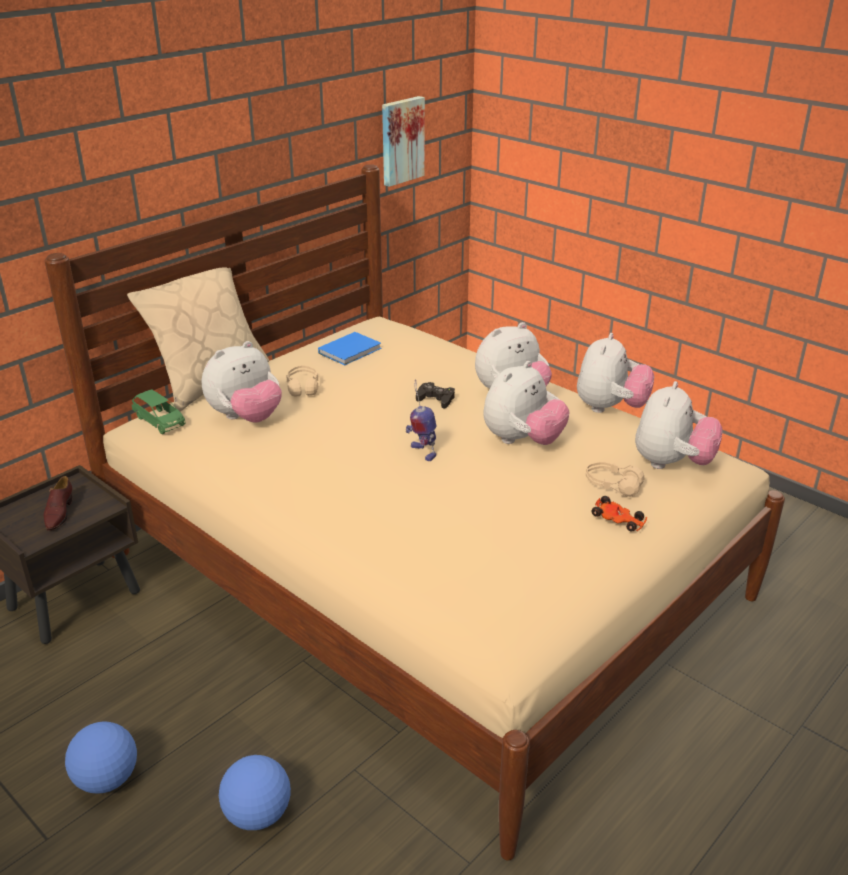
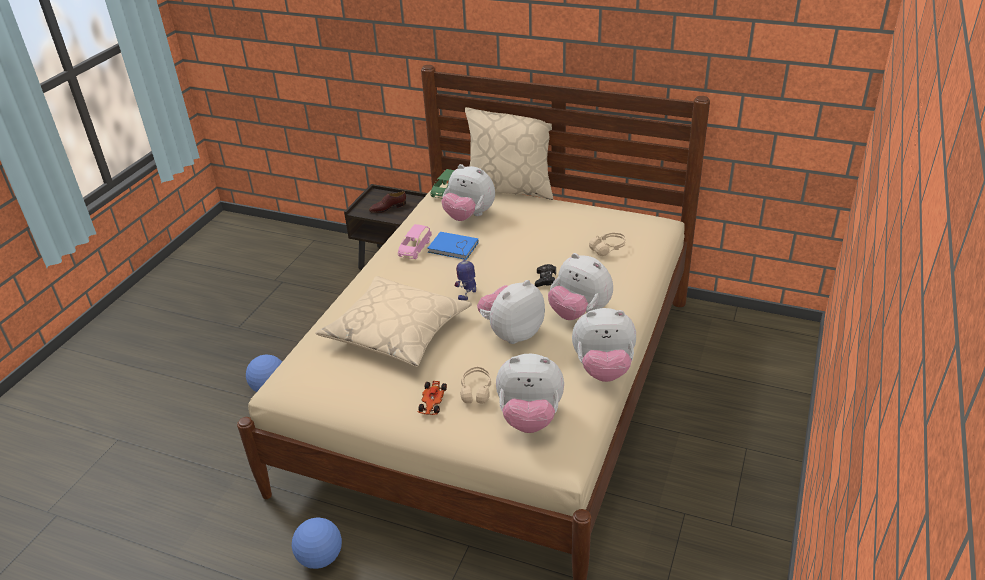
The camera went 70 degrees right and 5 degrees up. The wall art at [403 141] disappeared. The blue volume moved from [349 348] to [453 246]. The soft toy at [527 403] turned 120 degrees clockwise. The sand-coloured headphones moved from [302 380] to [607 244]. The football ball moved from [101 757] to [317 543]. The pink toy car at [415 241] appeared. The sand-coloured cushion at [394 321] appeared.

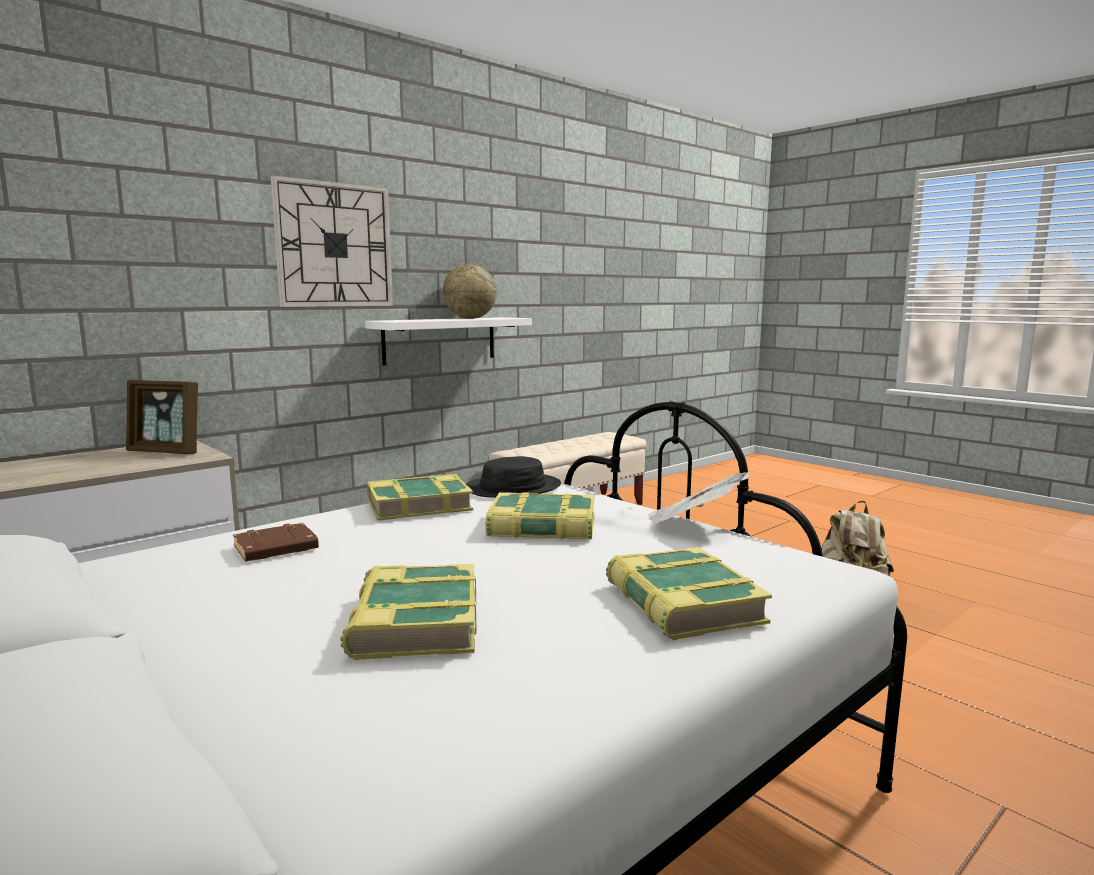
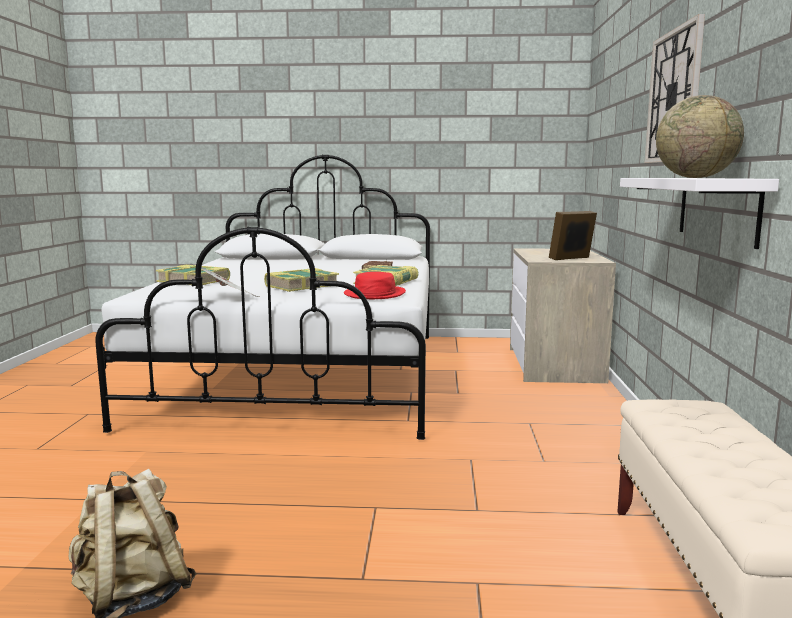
The camera went 135 degrees right and 0 degrees up. The black-coloured wearable hat at [513 477] became the red wearable hat at [375 285]. The volume at [408 612] disappeared.

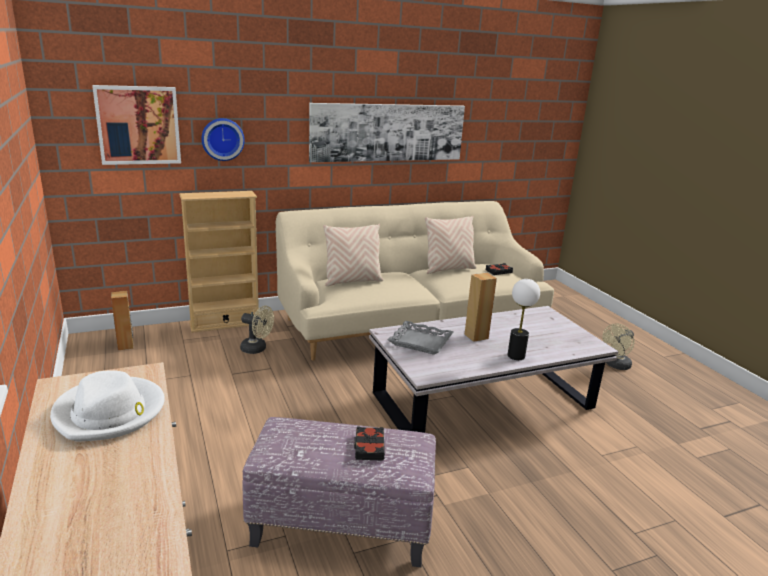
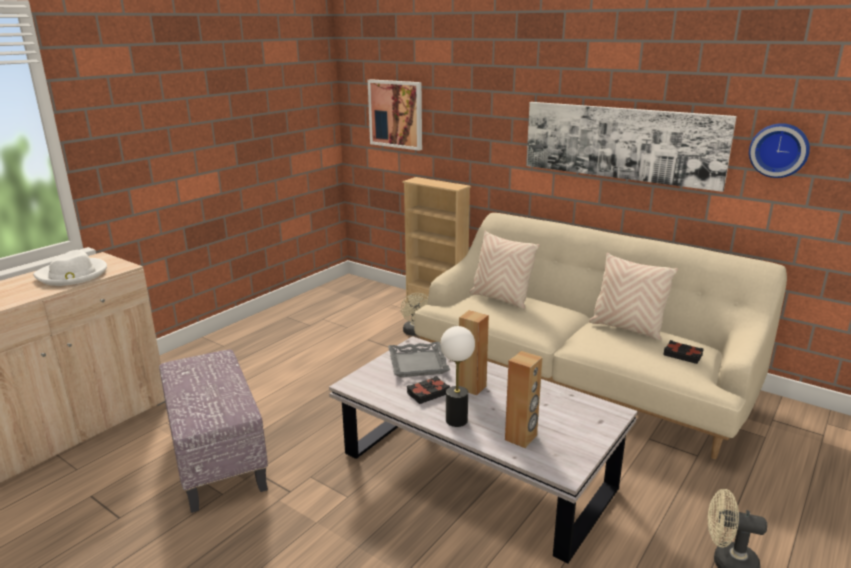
The camera went 60 degrees right and 0 degrees up. The hanging clock moved from [223 139] to [779 150]. The brown-coloured audio speaker moved from [122 320] to [524 399]. The black-coloured volume moved from [369 444] to [428 390].

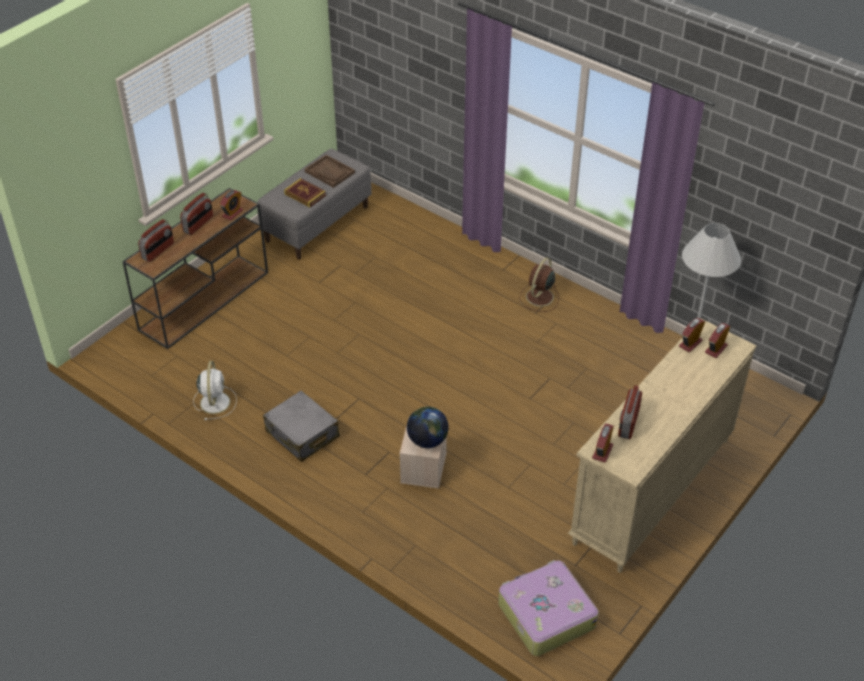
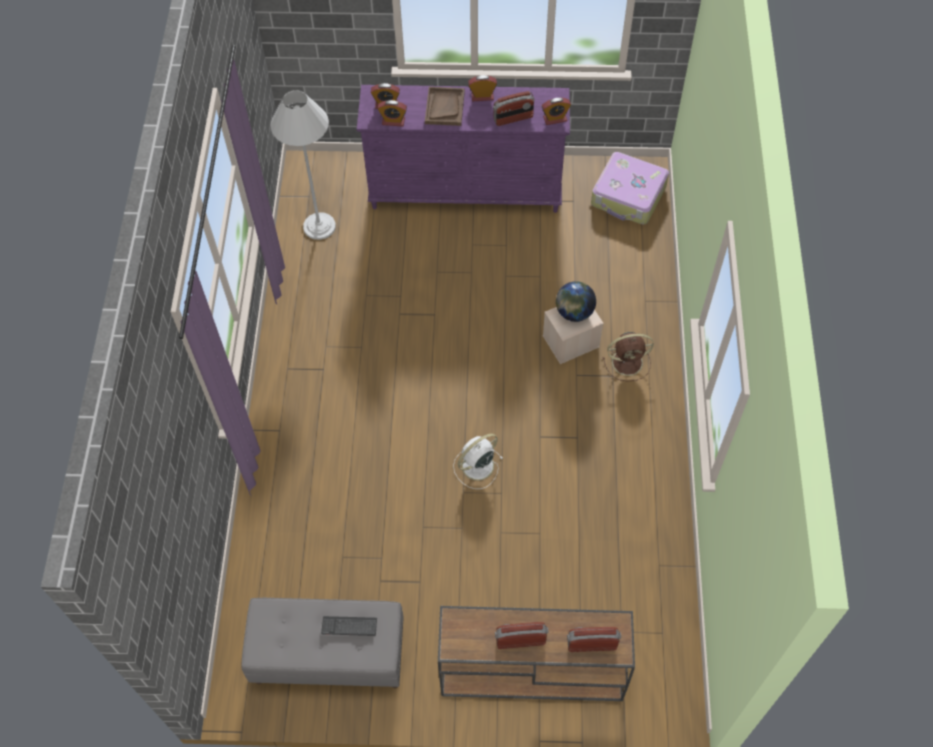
The camera went 125 degrees left and 15 degrees up. The brown-coloured serving tray moved from [330 171] to [445 106]. The volume at [305 192] was replaced by the keyboard at [349 626]. The bedside clock moved from [231 205] to [482 88]. The brown-coloured cooling fan moved from [539 284] to [628 357]. The sand-coloured chest of drawers at [662 445] became the purple-coloured chest of drawers at [463 149]. The white cooling fan moved from [215 390] to [478 461]. The grey piece of luggage at [301 426] disappeared.

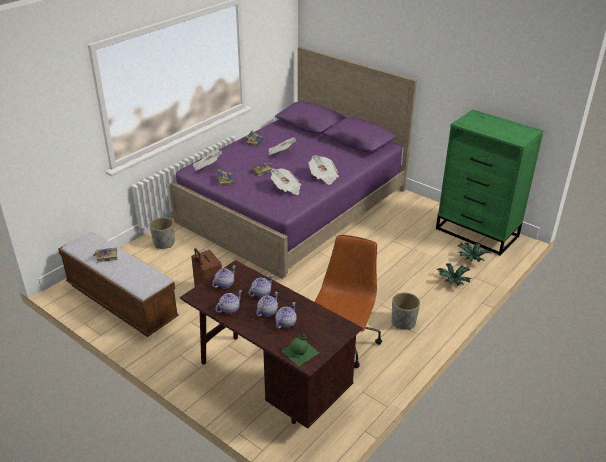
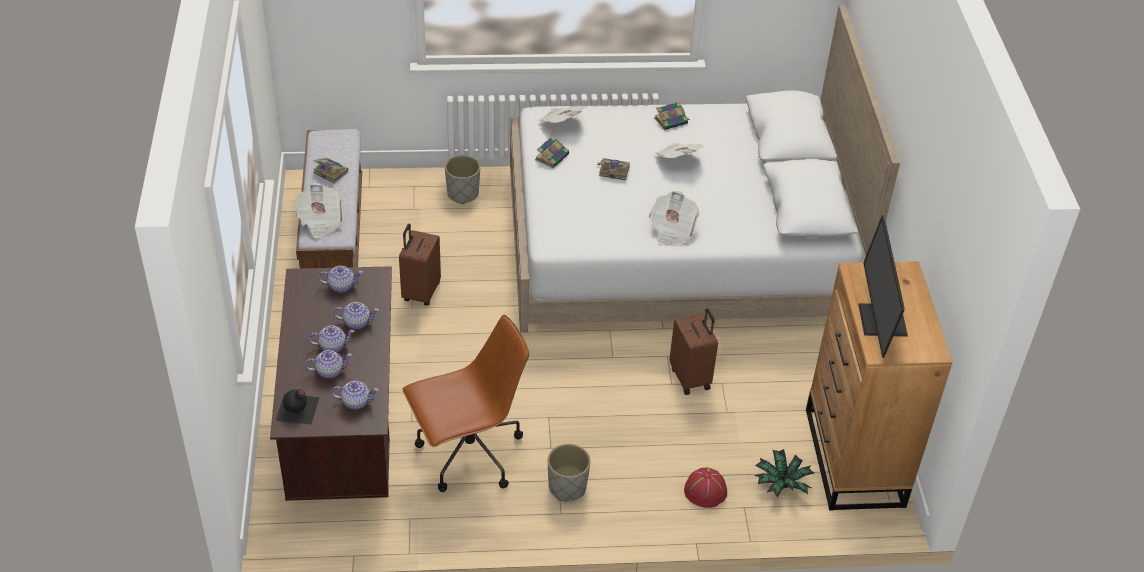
The camera went 45 degrees right and 10 degrees up. The purple-coloured sleeping bed at [293 163] became the white sleeping bed at [705 168]. The greenish chest of drawers at [489 182] became the brown-coloured chest of drawers at [879 385]. The daily paper moved from [286 181] to [319 211]. The potted plant at [454 274] was replaced by the red wearable hat at [705 488]. The tea pot moved from [228 302] to [355 395]. The greenish beverage bottle at [300 349] became the black-coloured beverage bottle at [298 407]. The computer screen at [883 286] appeared. The brown-coloured piece of luggage at [693 351] appeared.

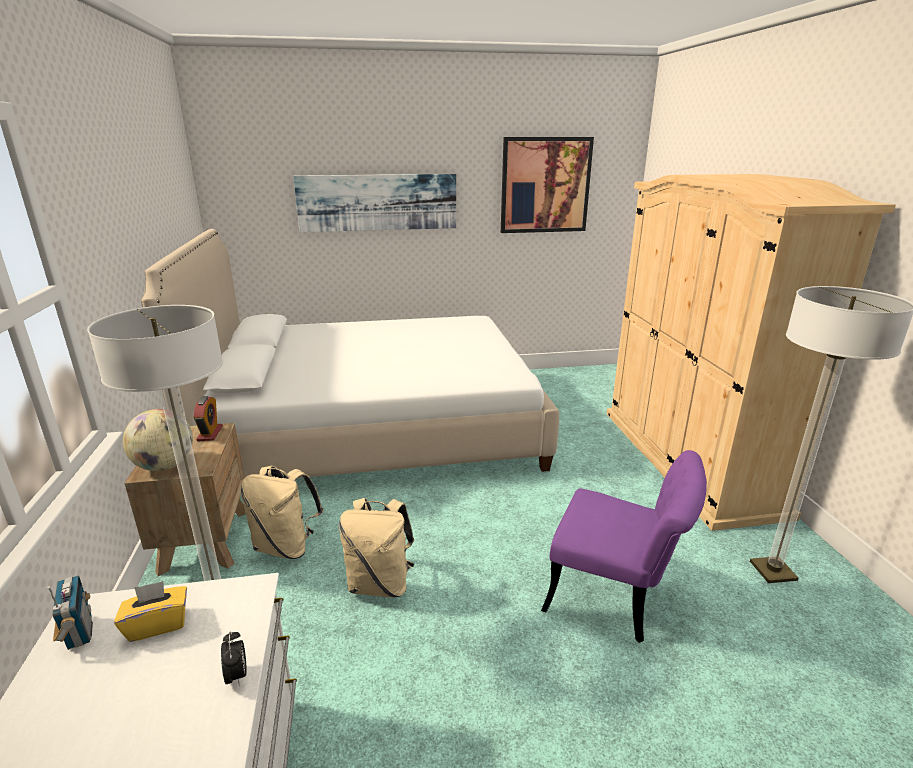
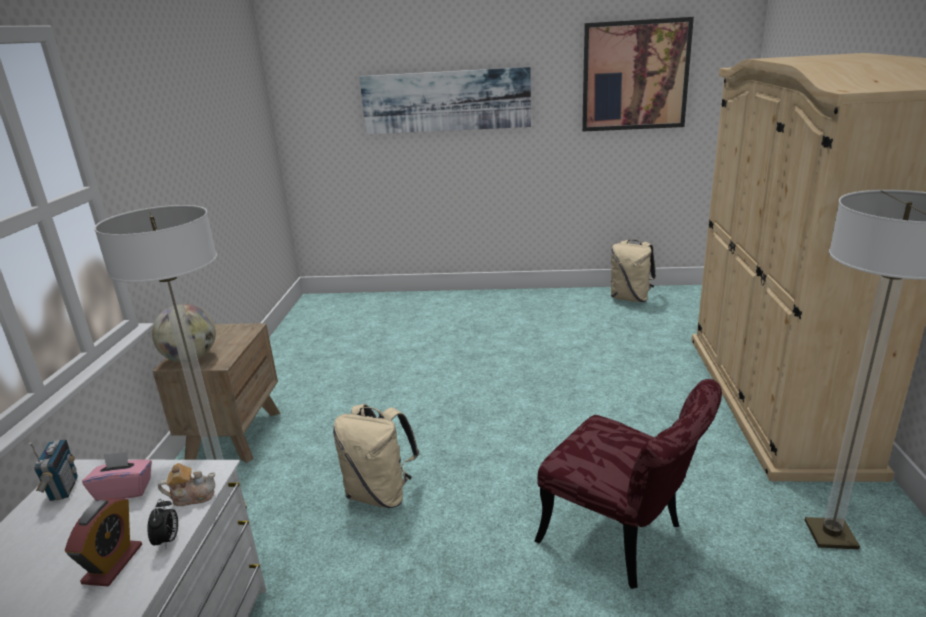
The camera went 15 degrees right and 0 degrees up. The sleeping bed at [350 353] disappeared. The bedside clock moved from [208 418] to [103 542]. The purple-coloured chair at [624 546] became the red chair at [628 484]. The sand-coloured knapsack moved from [282 512] to [633 271]. The yellow-coloured tissue holder at [150 611] became the pink tissue holder at [117 476]. The tea pot at [187 484] appeared.

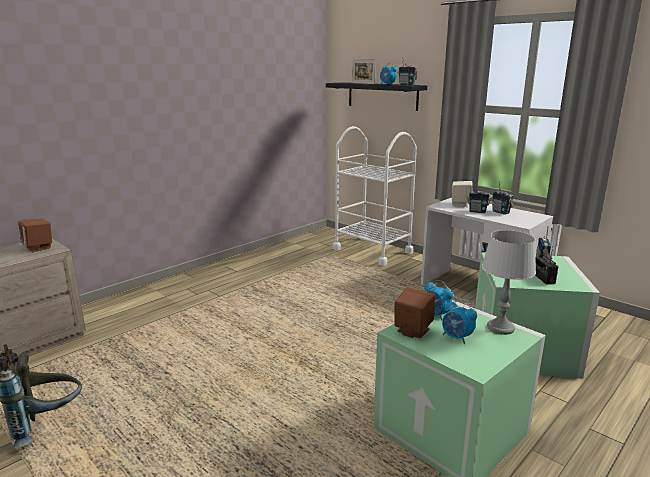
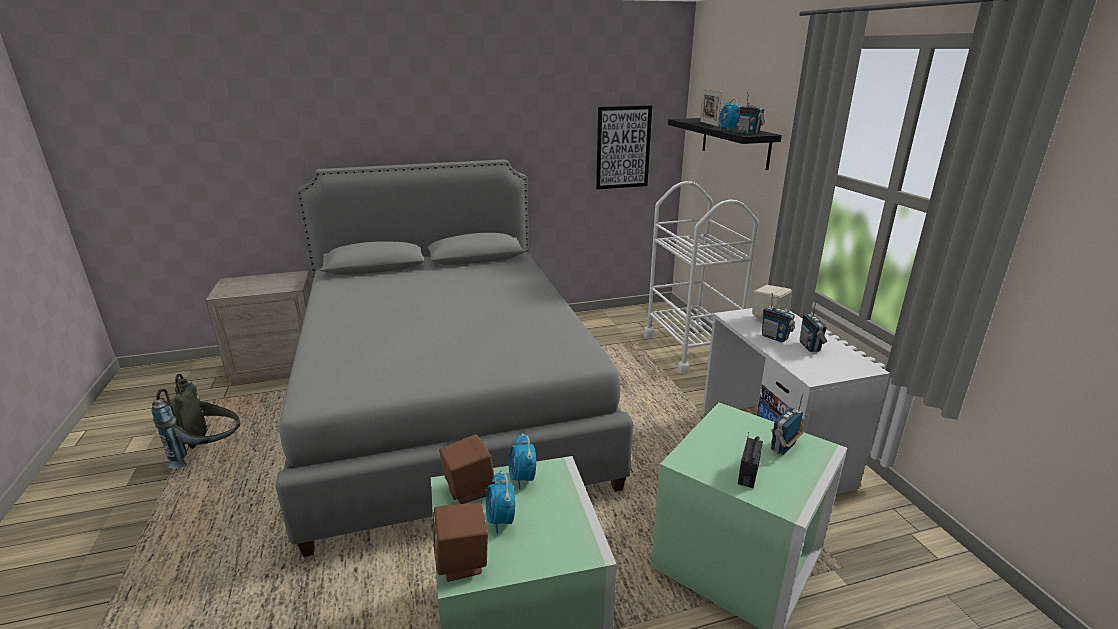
The camera went 30 degrees right and 5 degrees up. The brown-coloured audio speaker moved from [35 235] to [460 542]. The grey lamp for a table at [509 282] disappeared. The wall art at [624 147] appeared. The grey sleeping bed at [454 358] appeared.

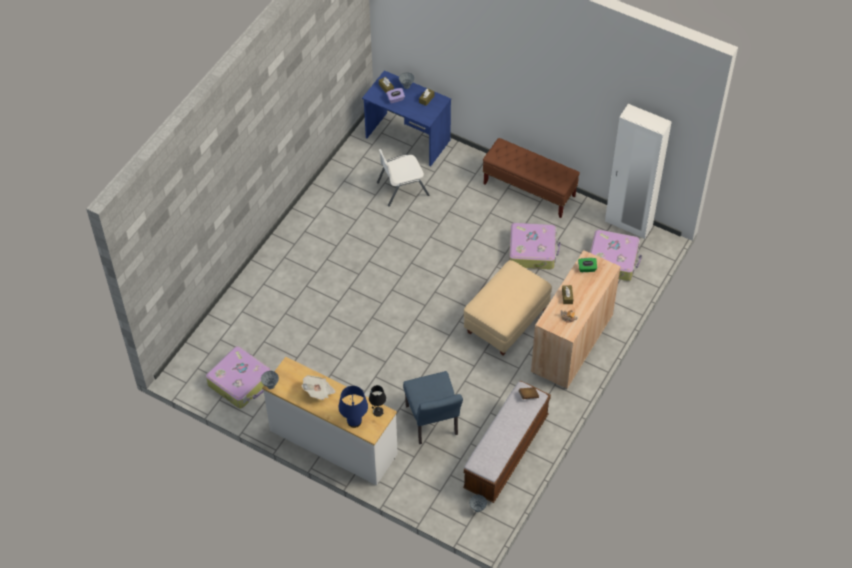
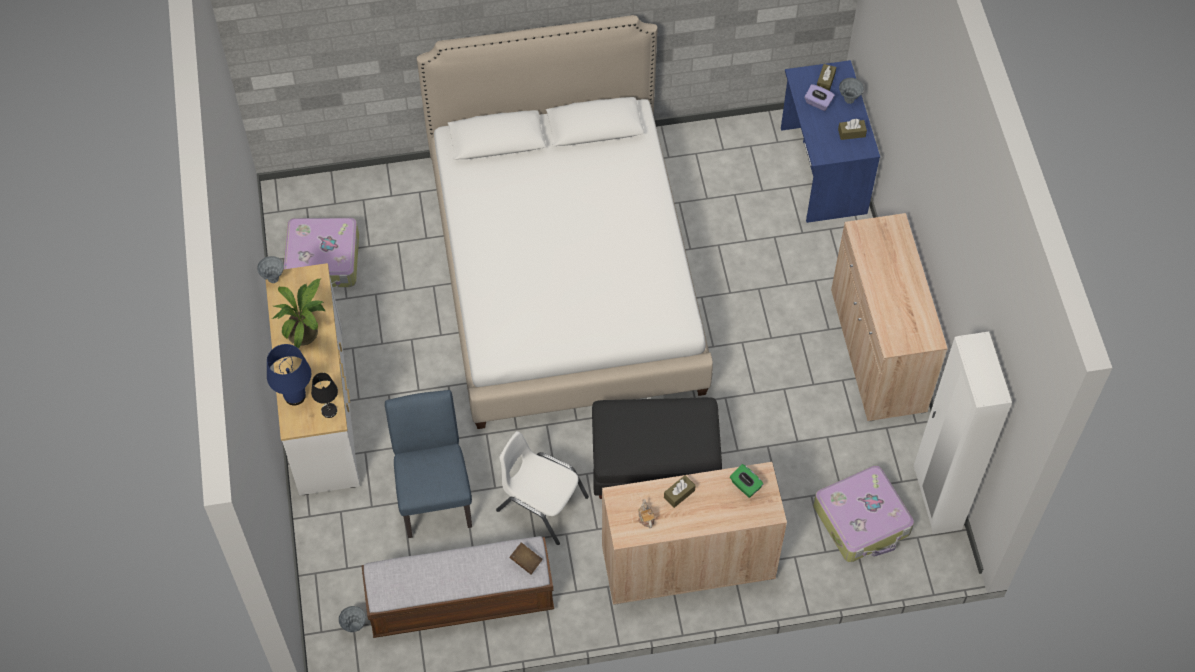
The camera went 50 degrees right and 5 degrees up. The brown-coloured bench at [531 178] was replaced by the sand-coloured cupboard at [889 317]. The white chair moved from [403 178] to [542 488]. The piece of luggage at [534 246] disappeared. The sand-coloured ottoman at [508 308] became the black-coloured ottoman at [657 448]. The blue chair at [433 407] turned 135 degrees clockwise. The daily paper at [318 387] was replaced by the potted plant at [299 314]. The sleeping bed at [565 222] appeared.

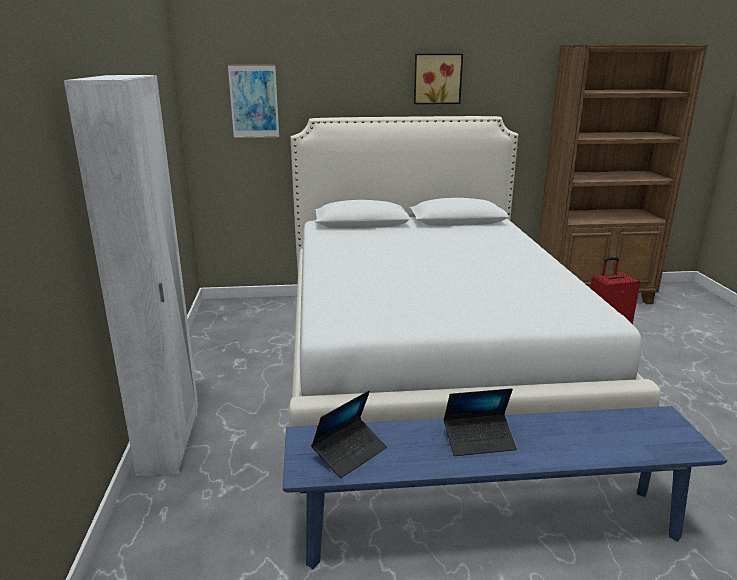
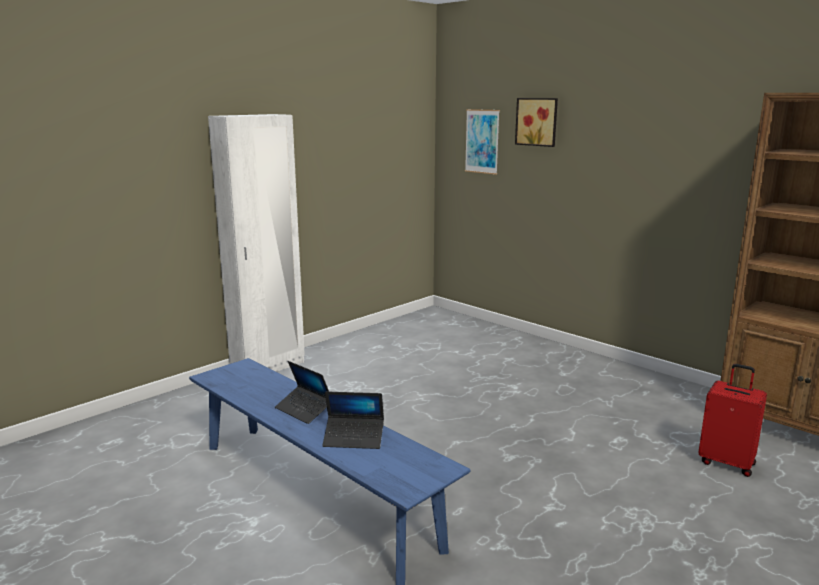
The camera went 50 degrees right and 5 degrees down. The wall art moved from [438 79] to [536 122]. The white sleeping bed at [474 304] disappeared. The laptop moved from [349 434] to [353 420].

